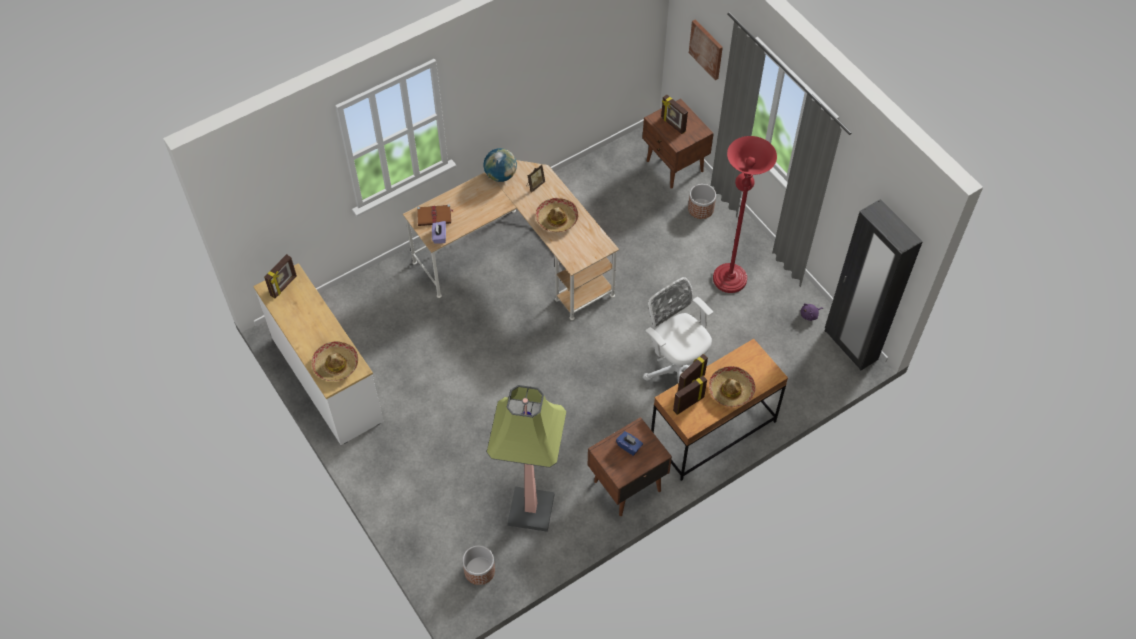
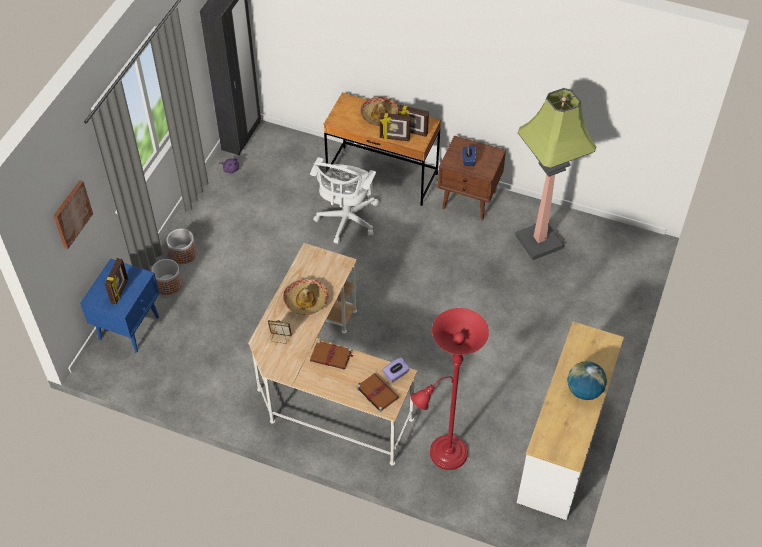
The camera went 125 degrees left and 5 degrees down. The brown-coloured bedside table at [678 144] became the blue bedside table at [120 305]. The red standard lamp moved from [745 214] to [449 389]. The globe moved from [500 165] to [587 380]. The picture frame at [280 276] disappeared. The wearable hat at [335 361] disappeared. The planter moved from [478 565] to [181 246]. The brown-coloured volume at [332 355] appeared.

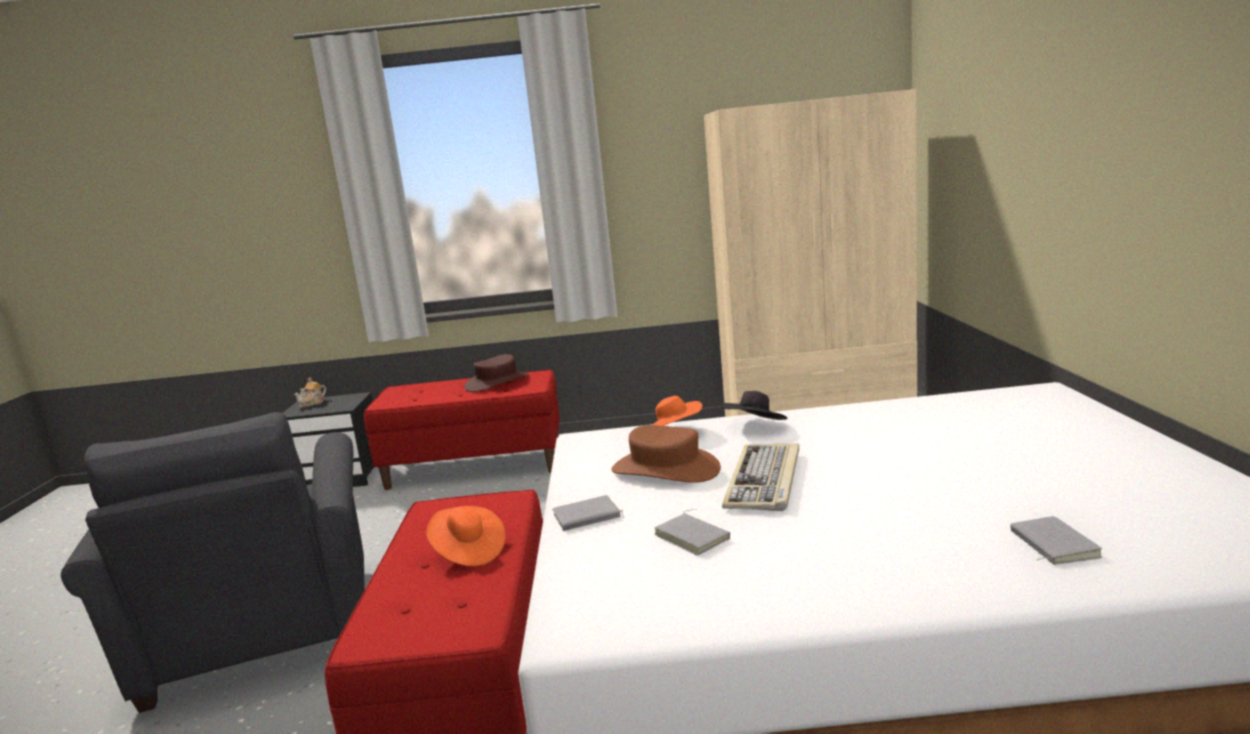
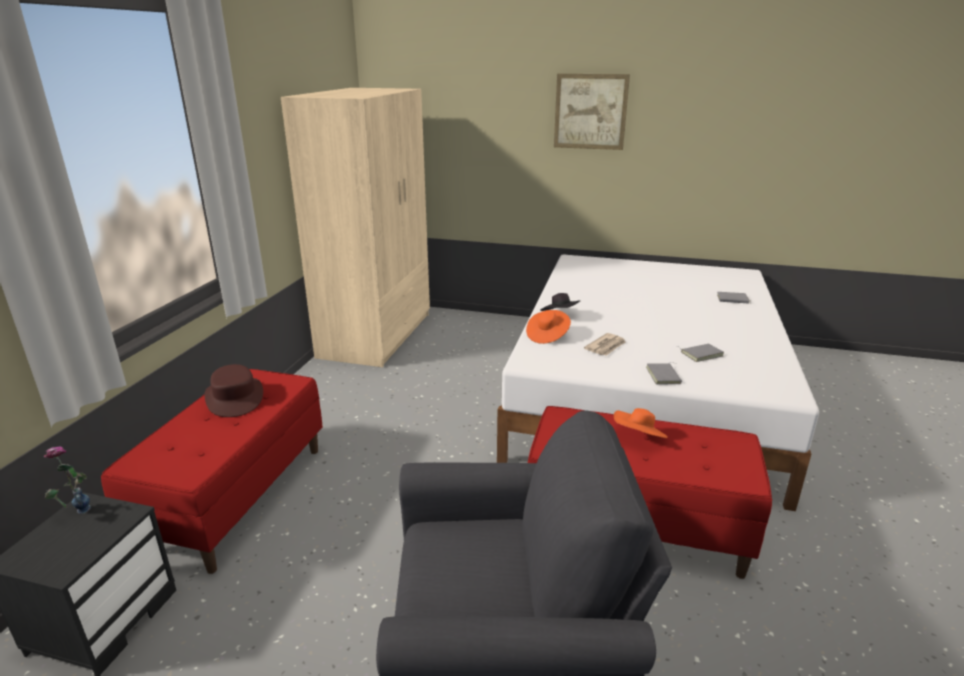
The camera went 75 degrees left and 10 degrees up. The tea pot at [310 392] disappeared. The brown-coloured wearable hat at [666 454] was replaced by the daily paper at [604 344]. The keyboard at [760 477] disappeared. The wall art at [592 112] appeared. The decorative vase at [67 480] appeared.

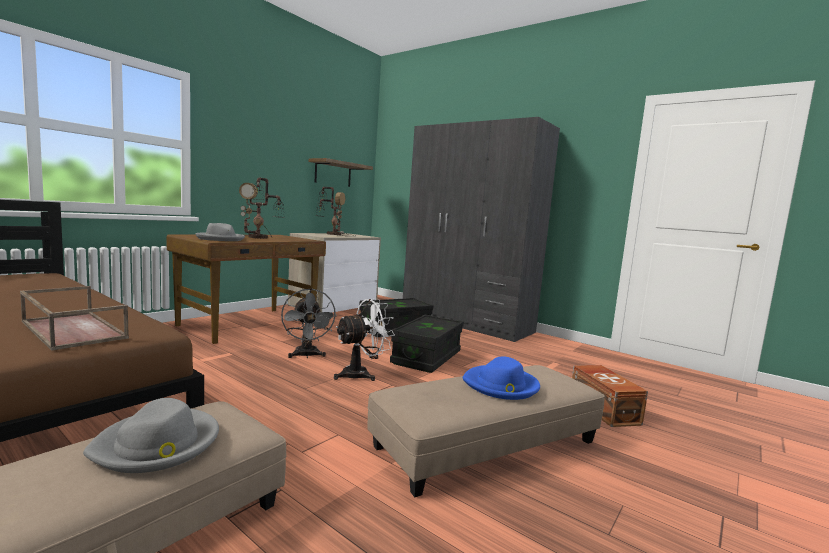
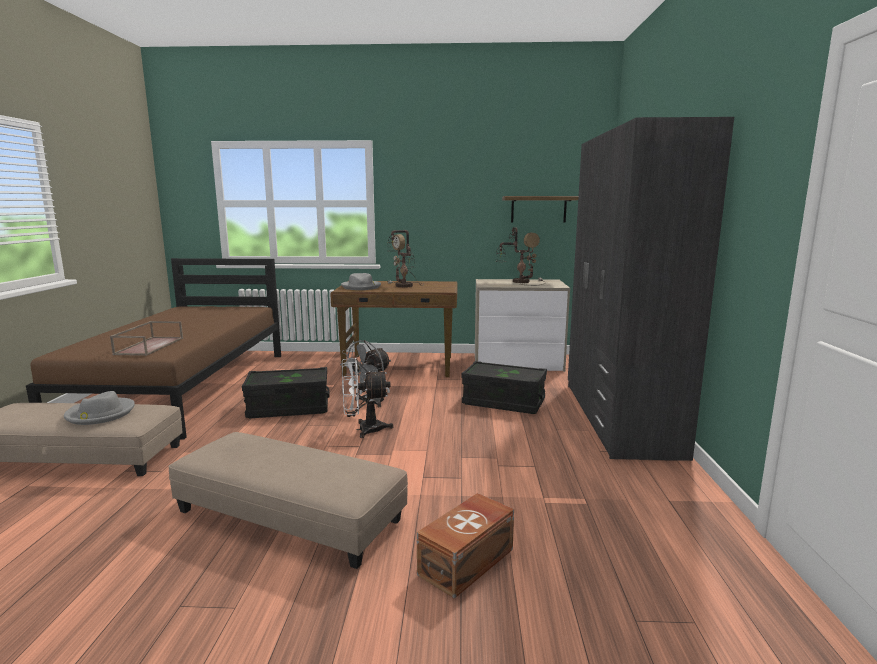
The camera went 55 degrees right and 5 degrees up. The white cooling fan at [364 340] turned 150 degrees clockwise. The black-coloured storage bin moved from [427 344] to [286 392]. The blue wearable hat at [501 378] disappeared.

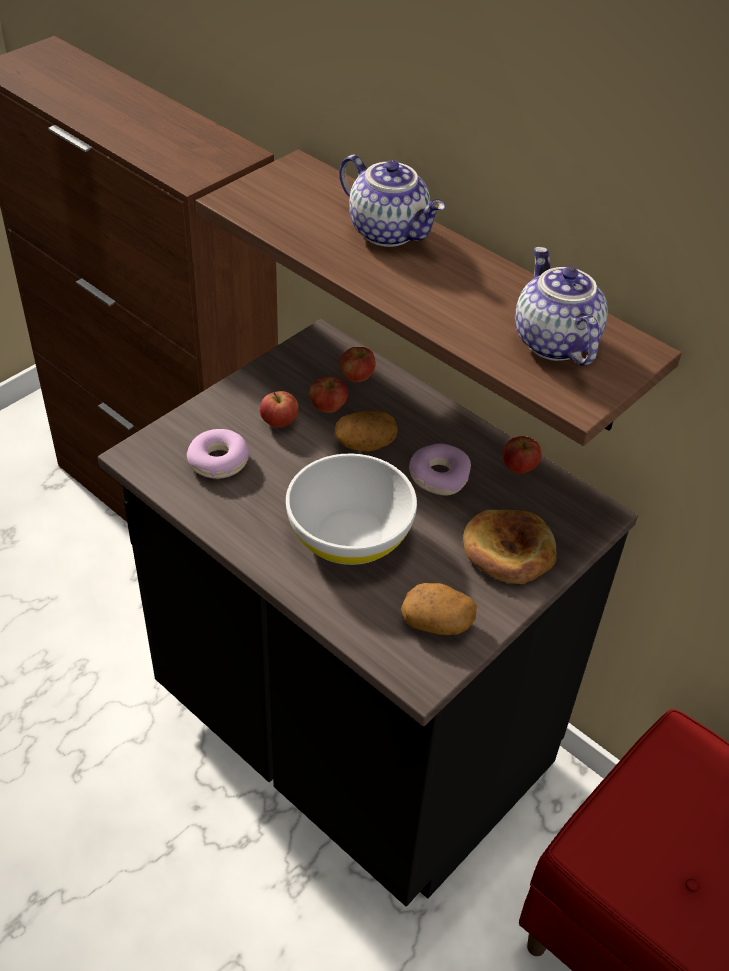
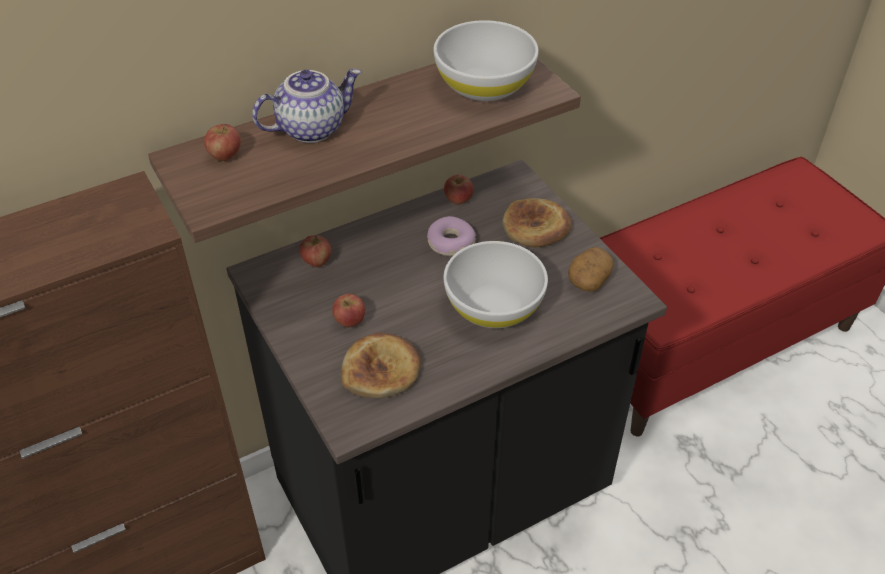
The camera went 70 degrees left and 0 degrees up. The tea pot at [561 306] was replaced by the white bowl at [486 60]. The apple fruit moved from [328 395] to [222 142]. The whole potato at [366 431] disappeared. The doughnut at [218 454] was replaced by the bakery bread at [381 365].

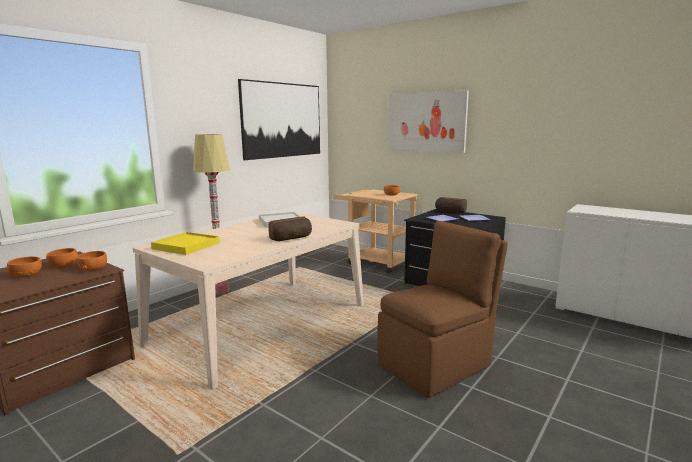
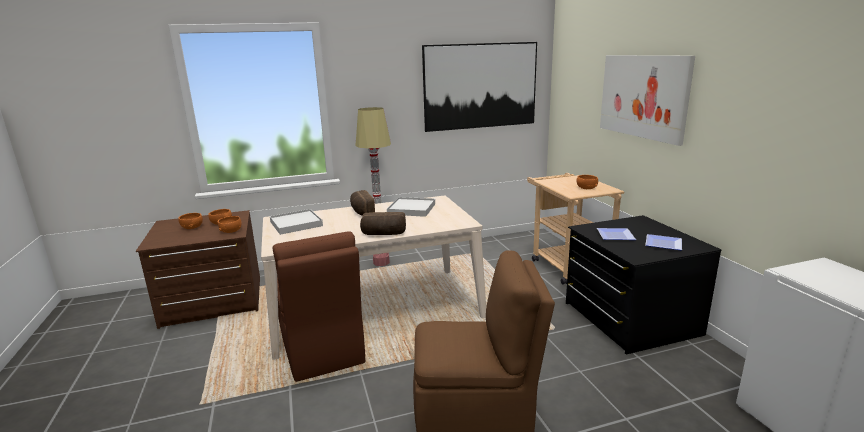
The camera went 35 degrees right and 5 degrees up. The bakery bread moved from [451 205] to [362 203]. The yellow-coloured serving tray at [185 243] became the white serving tray at [296 222]. The brown-coloured chair at [319 306] appeared.

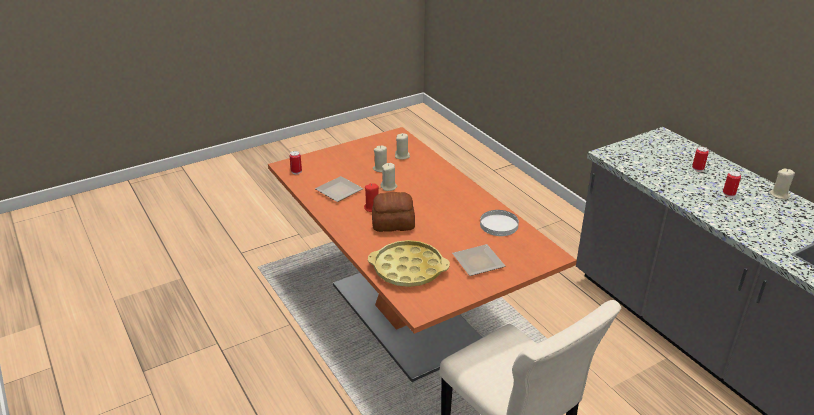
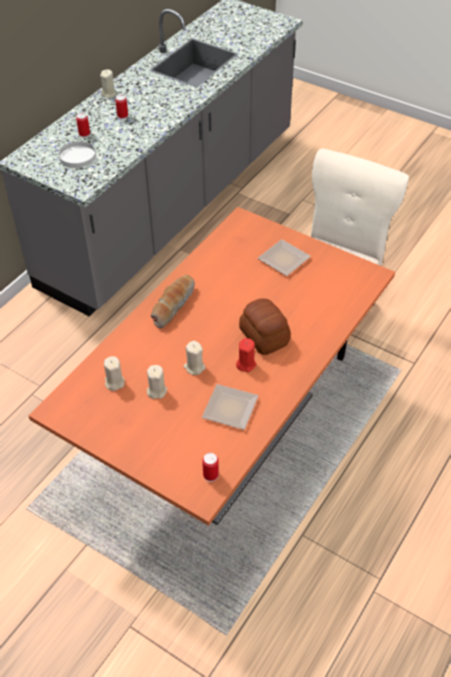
The camera went 115 degrees left and 15 degrees up. The white plate moved from [499 223] to [77 154]. The yellow-coloured serving tray at [409 263] disappeared. The bakery bread at [173 302] appeared.

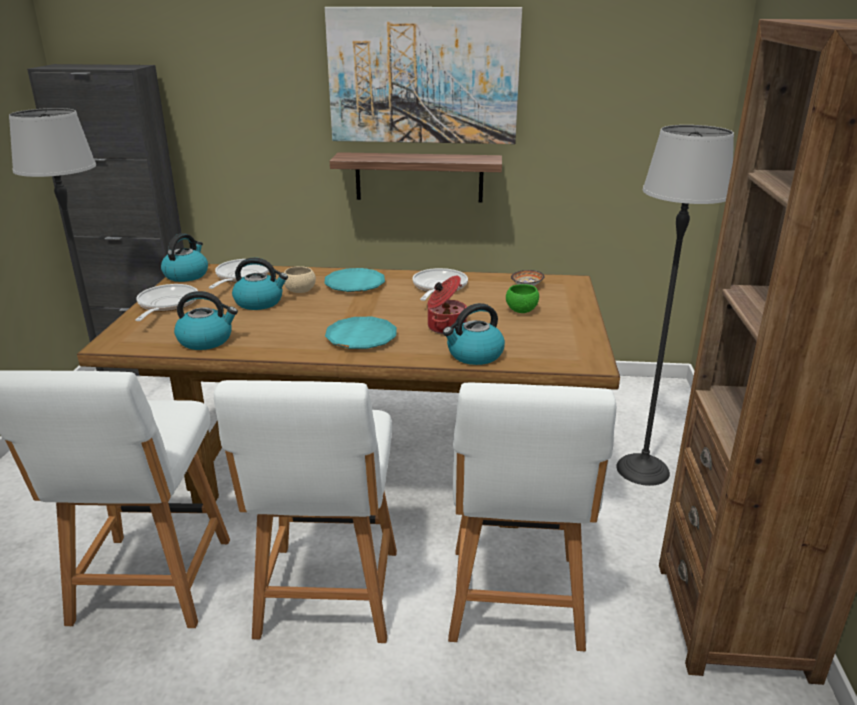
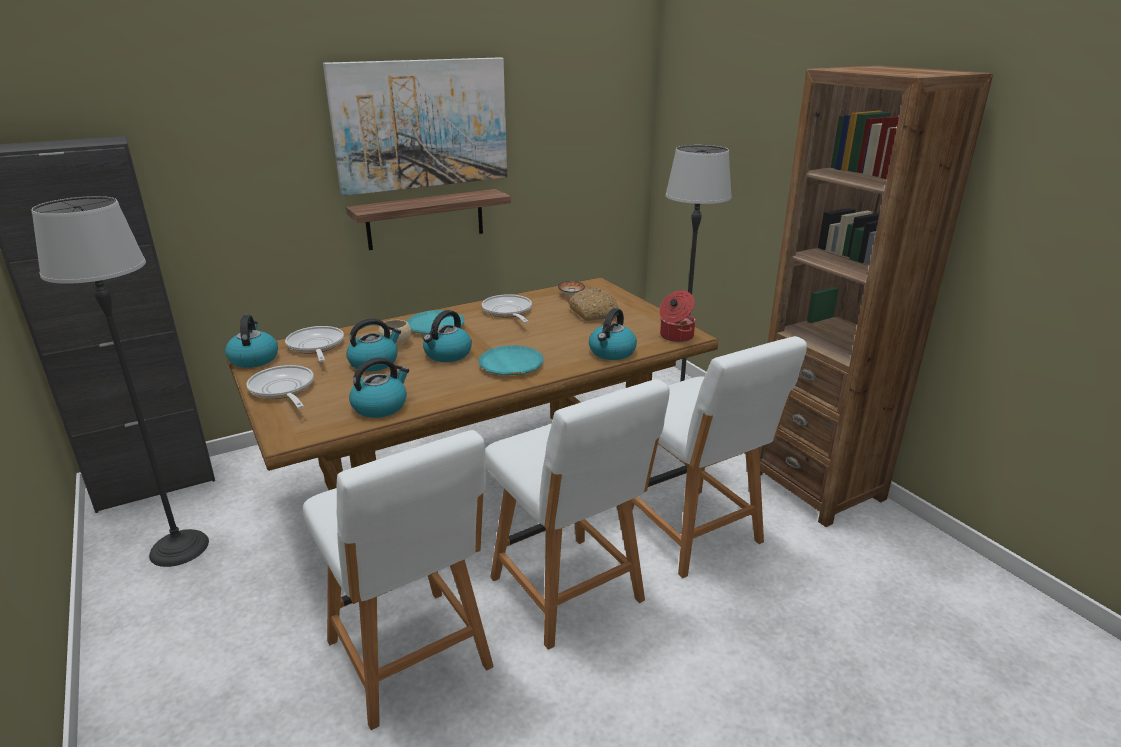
The camera went 35 degrees left and 0 degrees up. The cooking pot moved from [448 305] to [677 316]. The greenish bowl at [522 298] was replaced by the bakery bread at [594 304]. The kettle at [447 336] appeared.

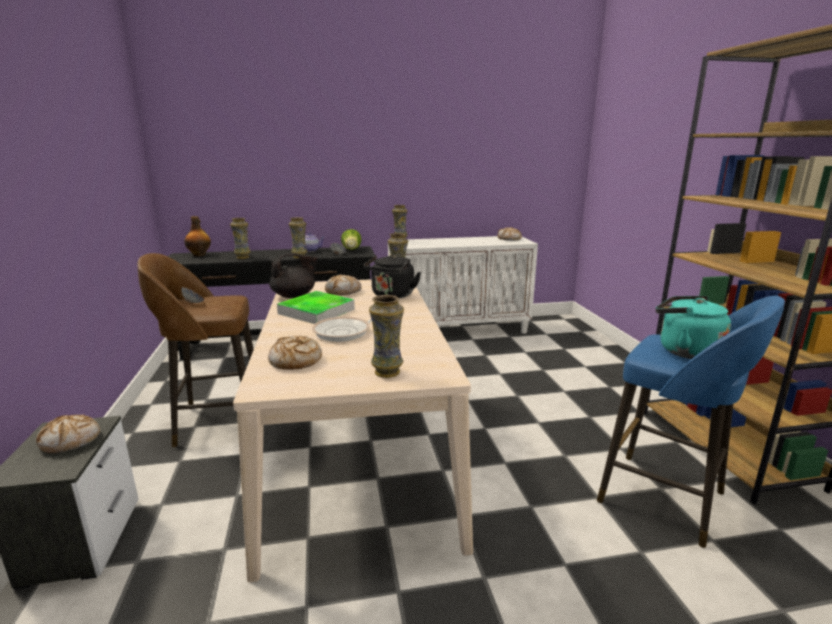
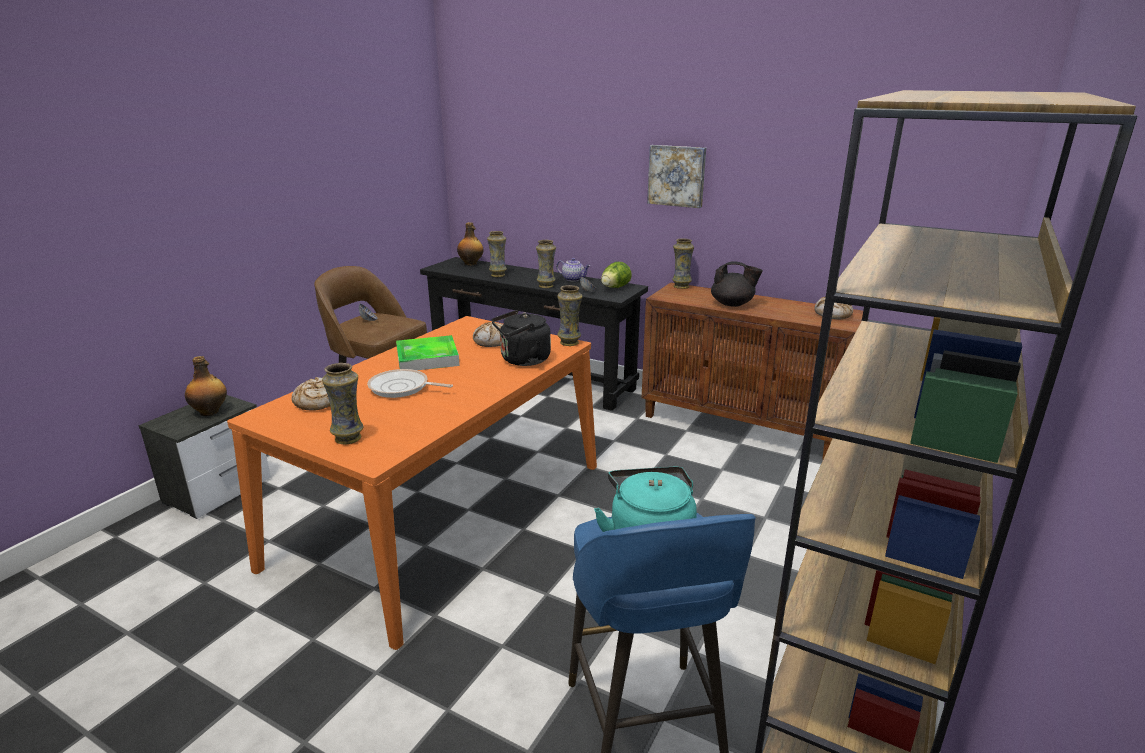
The camera went 40 degrees right and 5 degrees up. The white cupboard at [463 285] became the brown-coloured cupboard at [752 371]. The black-coloured tea pot moved from [293 275] to [737 284]. The sand-coloured dining table at [353 430] became the orange dining table at [412 483]. The bakery bread at [68 434] was replaced by the beverage bottle at [206 386]. The wall art at [676 176] appeared.

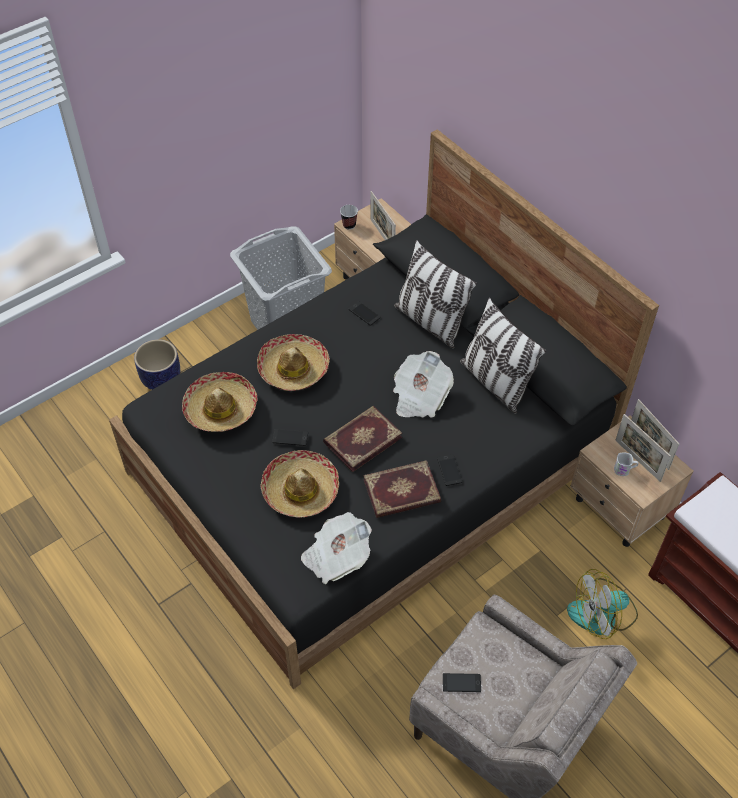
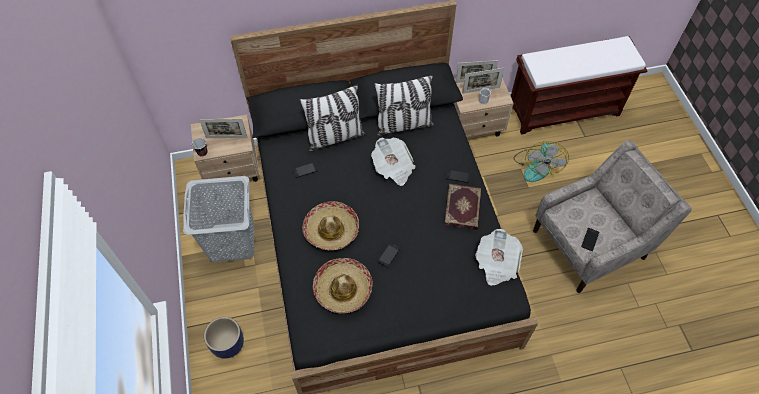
The camera went 65 degrees left and 5 degrees up. The volume at [362 439] disappeared. The wearable hat at [300 484] disappeared.

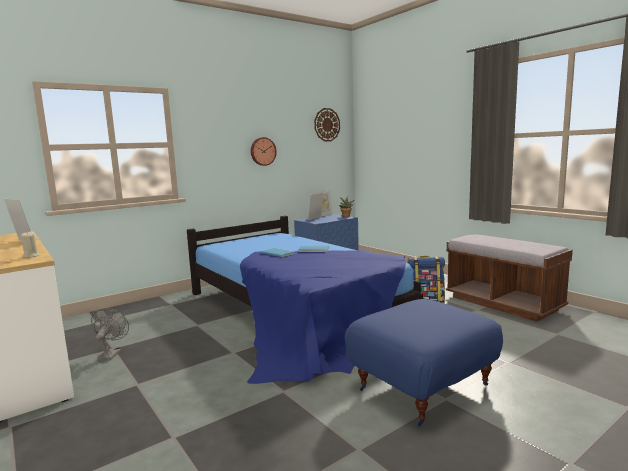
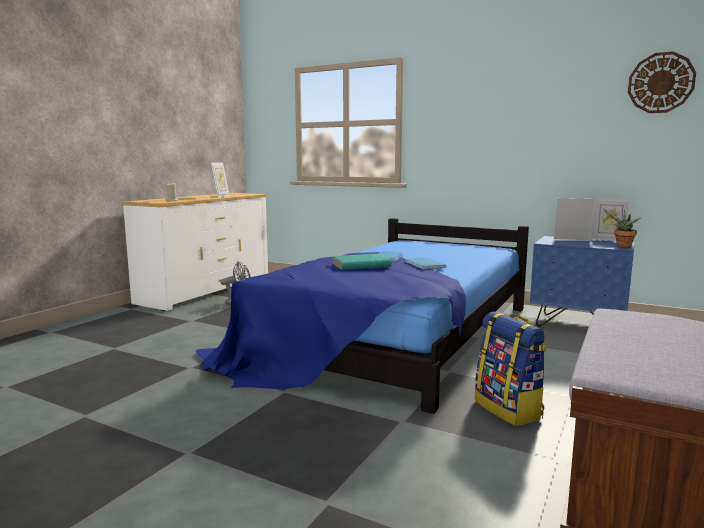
The camera went 65 degrees right and 0 degrees up. The hanging clock at [264 151] disappeared. The blue ottoman at [424 362] disappeared. The blue-green volume at [362 262] appeared.

